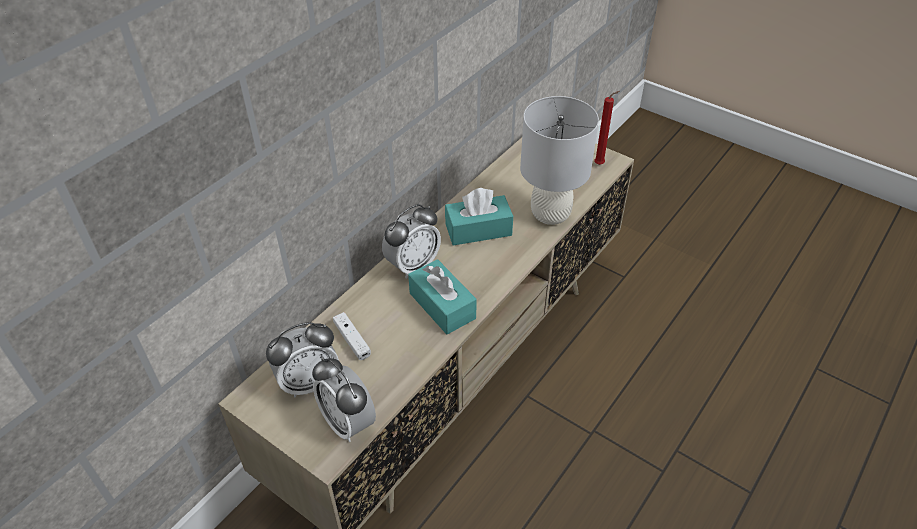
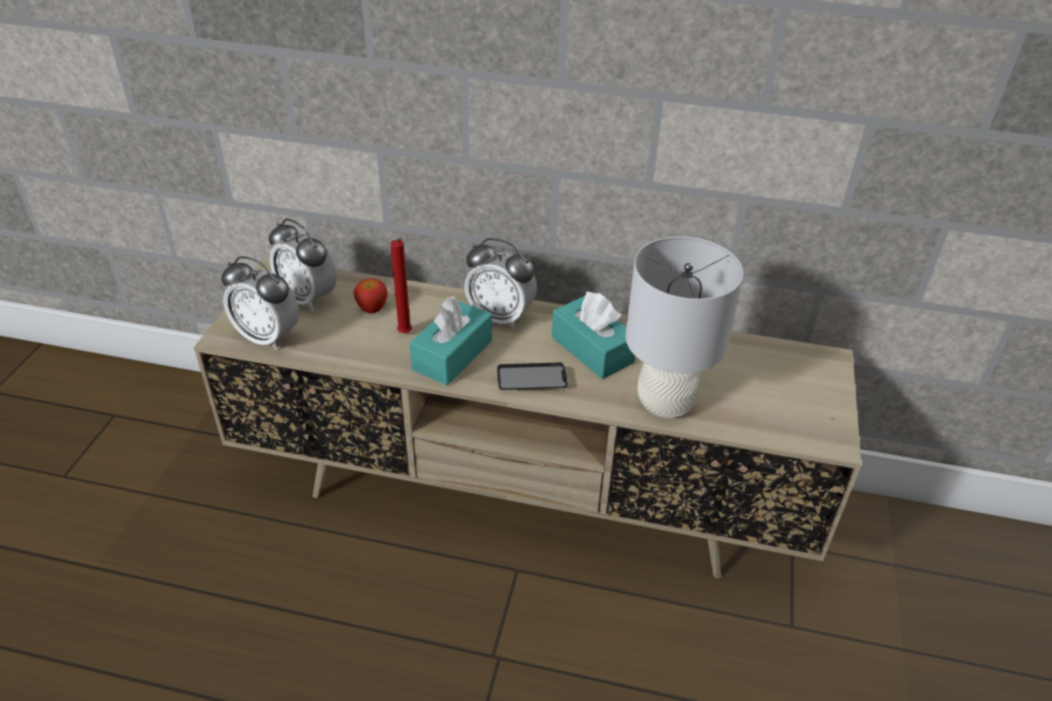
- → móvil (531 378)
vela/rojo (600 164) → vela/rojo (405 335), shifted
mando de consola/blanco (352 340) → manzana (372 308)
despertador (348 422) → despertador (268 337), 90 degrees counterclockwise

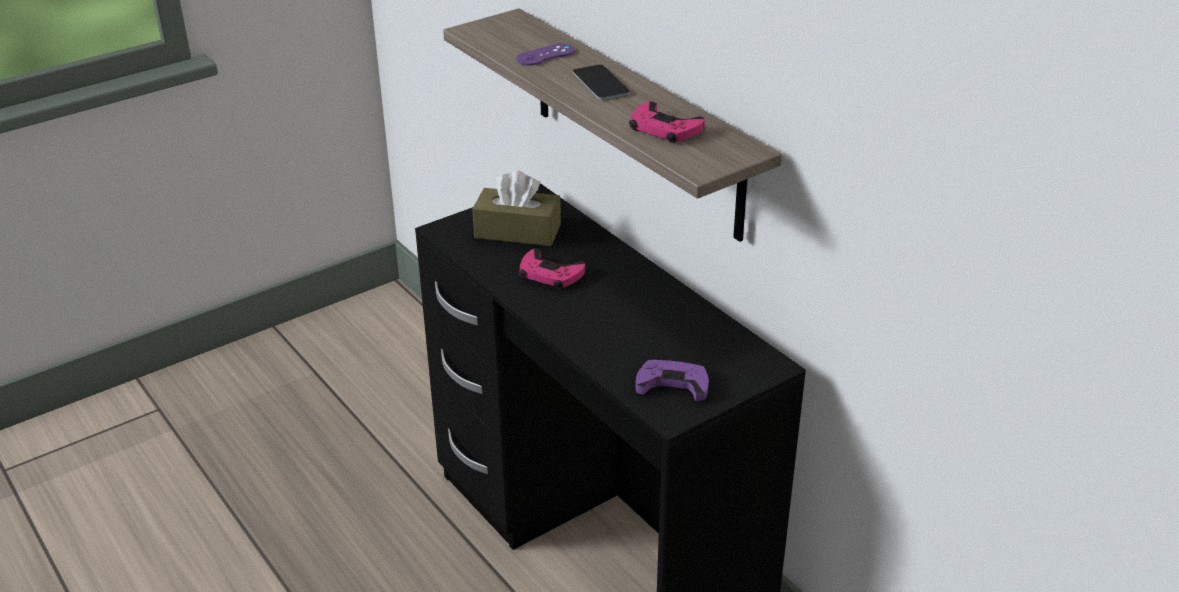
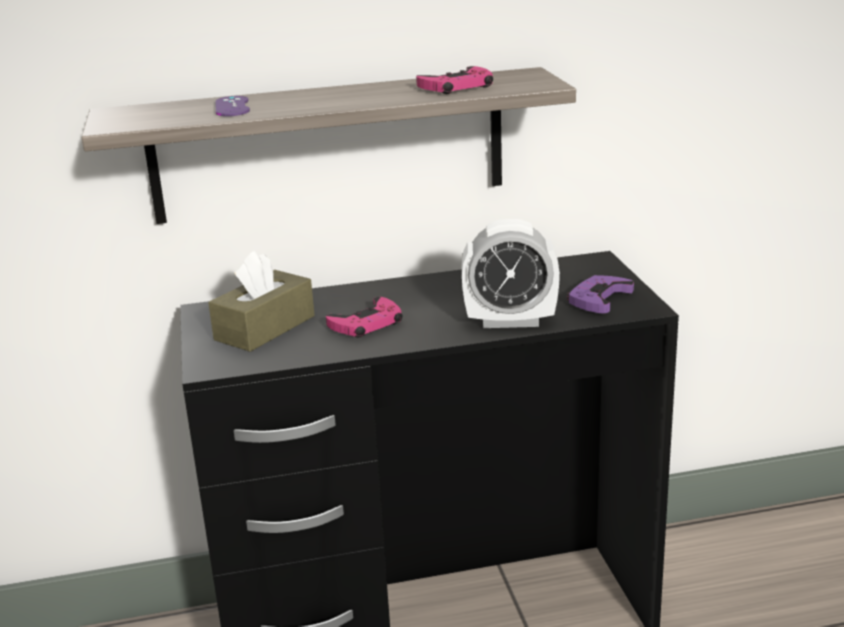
móvil (600 83) → -
- → despertador (510 321)

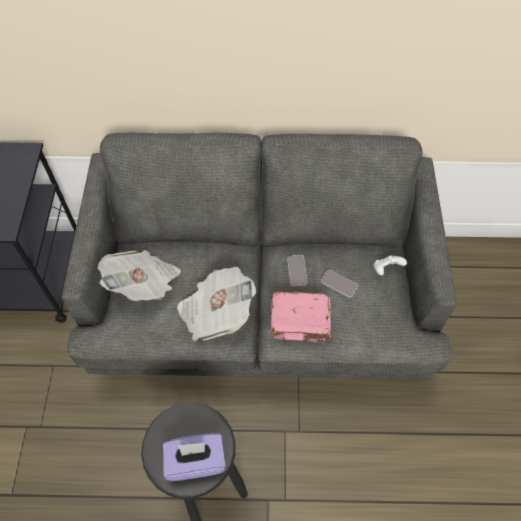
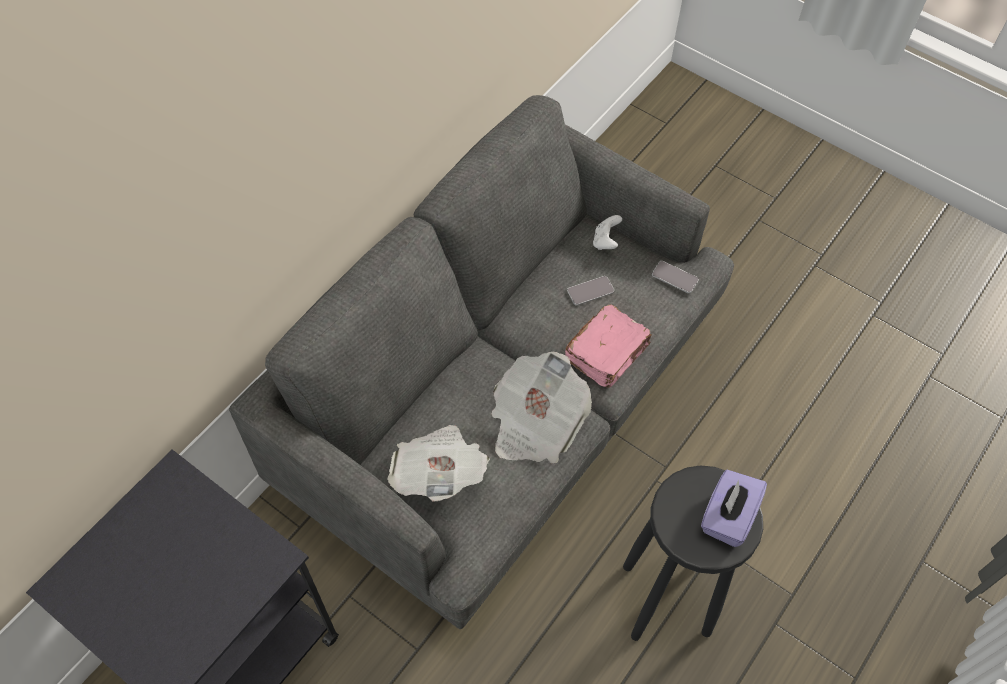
móvil (297 271) → móvil (674 277), shifted

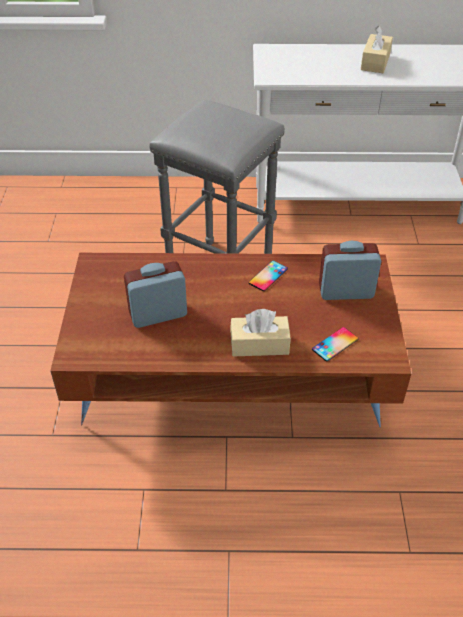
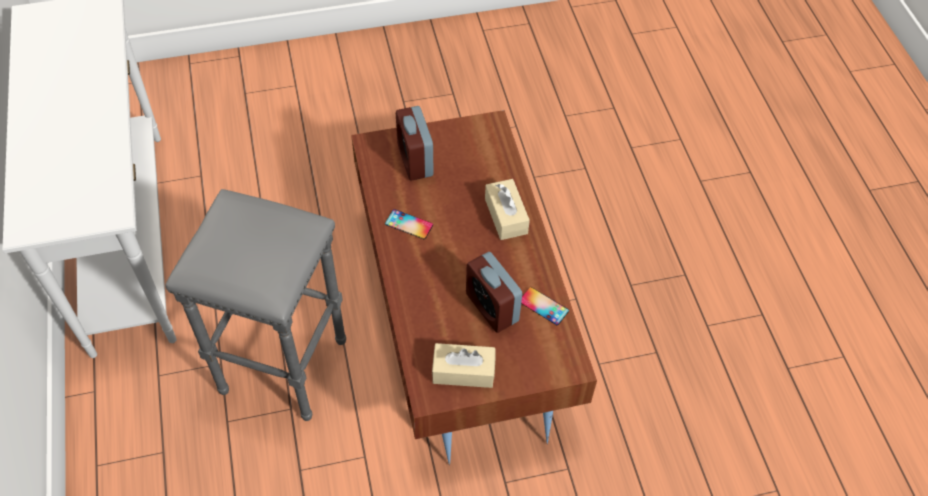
móvil (335 344) → móvil (543 306), shifted
caja de pañuelos/beis (375 62) → caja de pañuelos/beis (463 371), shifted

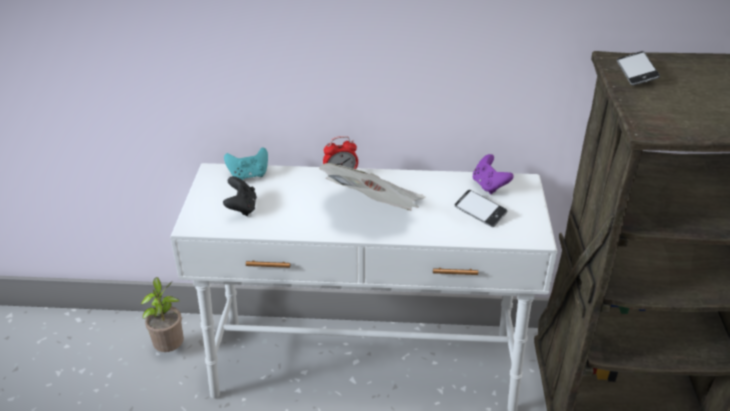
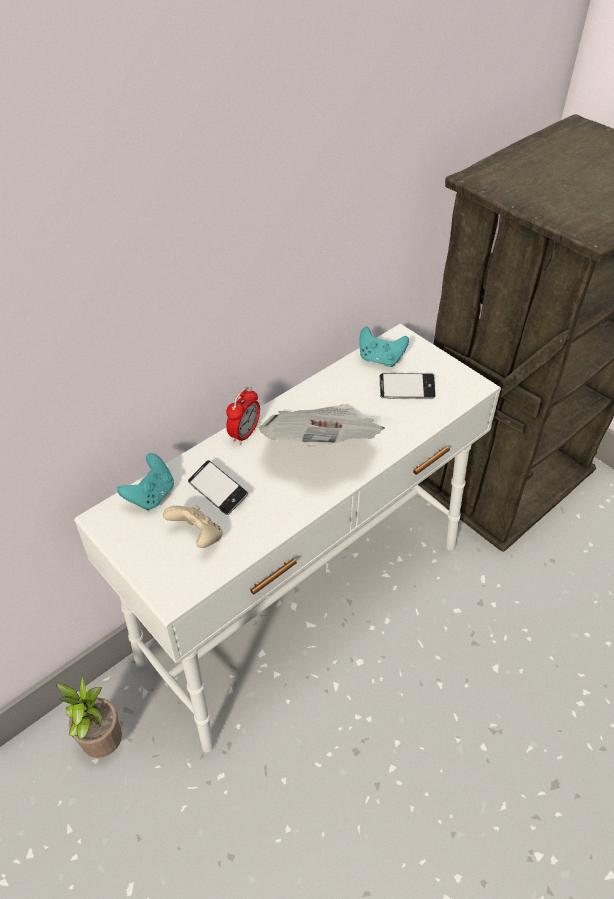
móvil (636 73) → móvil (218 491), shifted
mando de consola/negro (242 208) → mando de consola/beis (198 537)
mando de consola/morado (489 186) → mando de consola/turquesa (380 359)

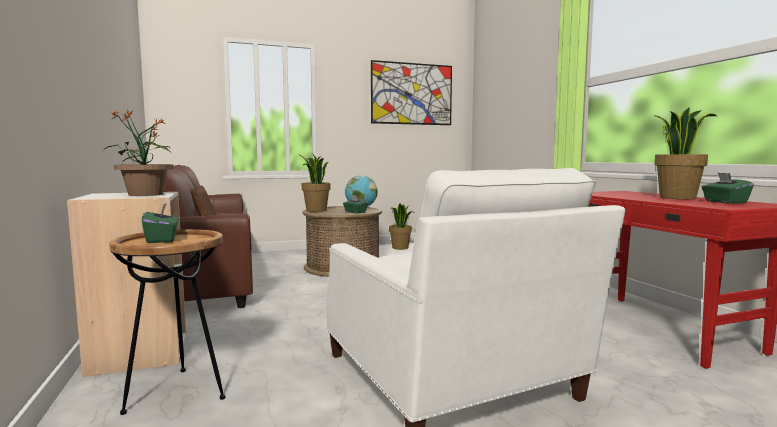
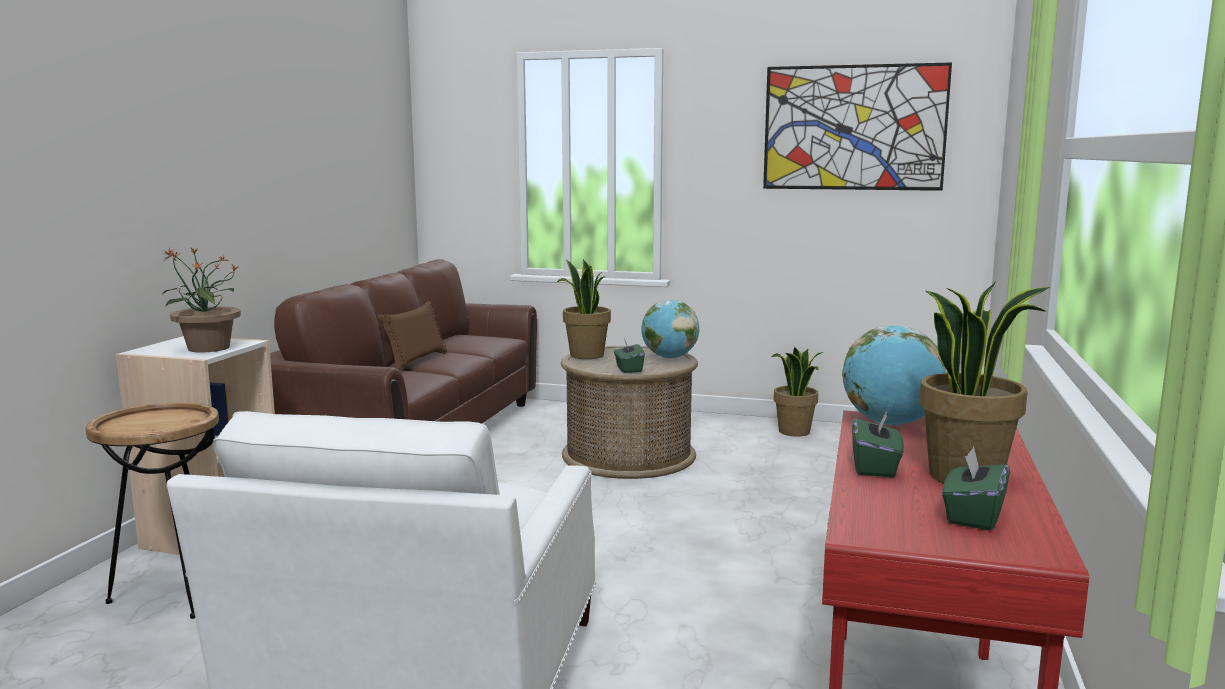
- → globo terráqueo (890 424)
caja de pañuelos/verde (162 240) → caja de pañuelos/verde (875 467), shifted

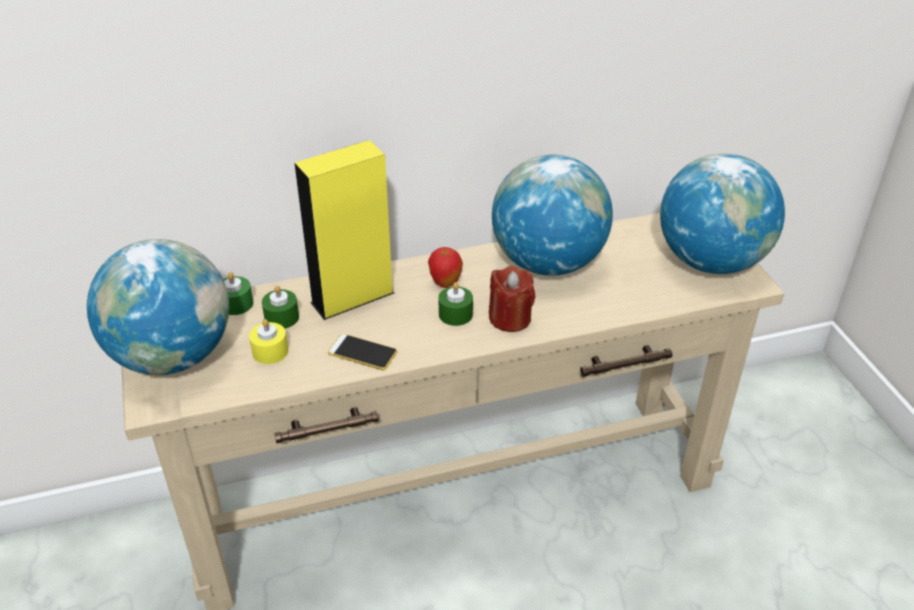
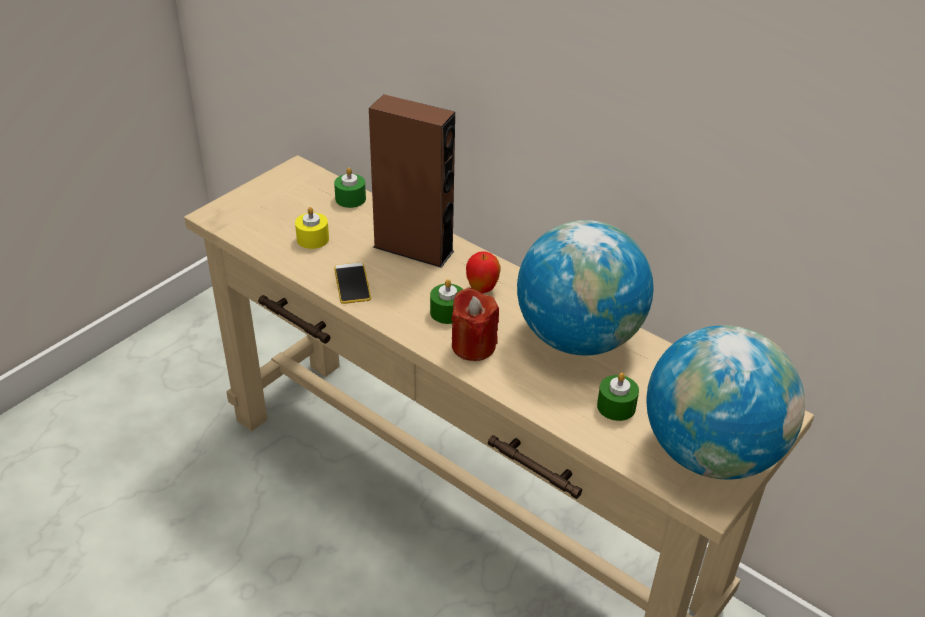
globo terráqueo (173 356) → -
vela/verde (281 317) → vela/verde (616 406), shifted
altavoz/amarillo (352 297) → altavoz/marrón (413 249)

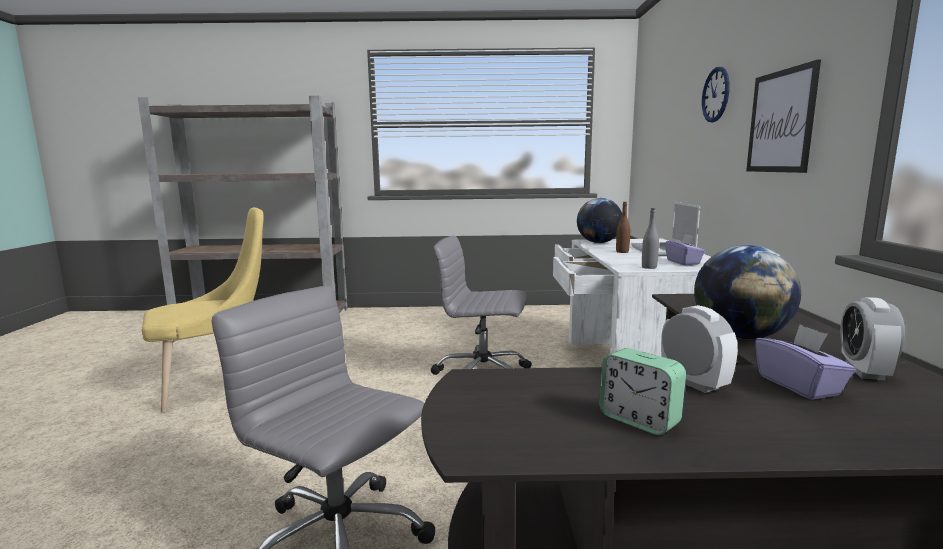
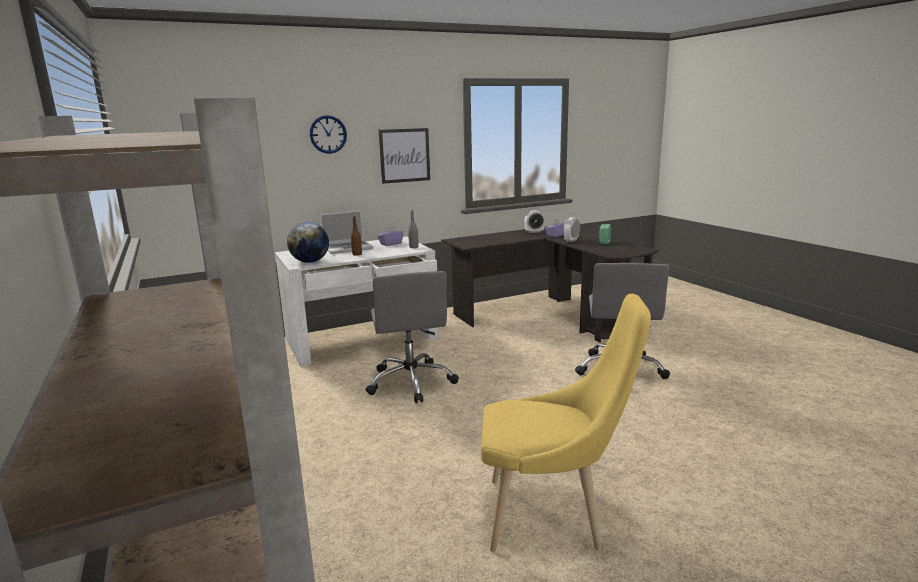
globo terráqueo (740 336) → -
silla/amarillo (216 385) → silla/amarillo (552 516), 150 degrees clockwise

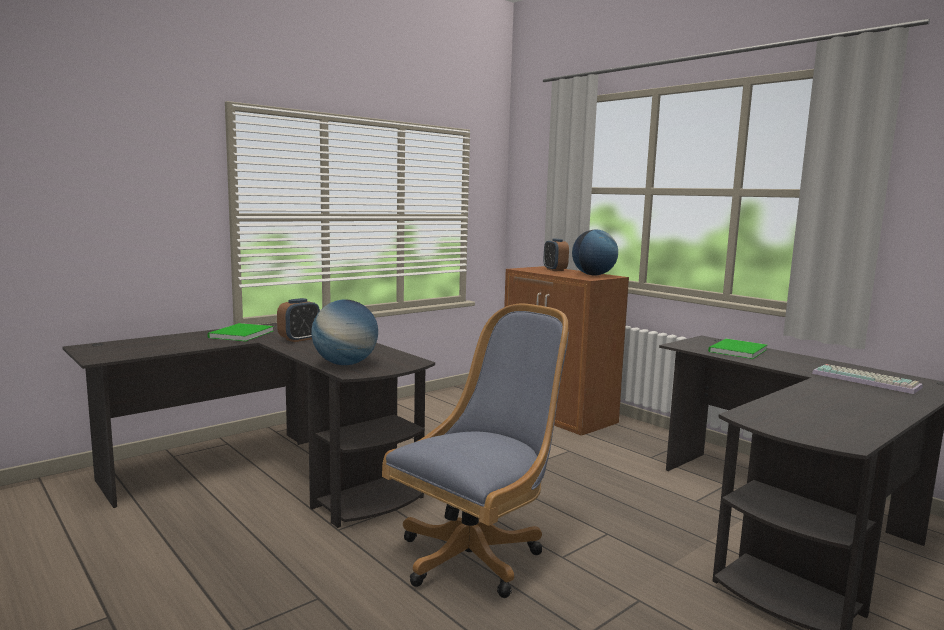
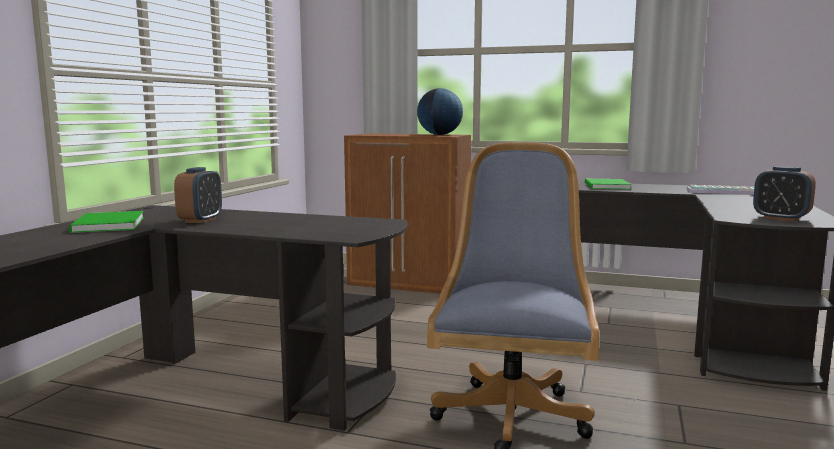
globo terráqueo (345 364) → -
despertador (555 270) → despertador (781 218), shifted

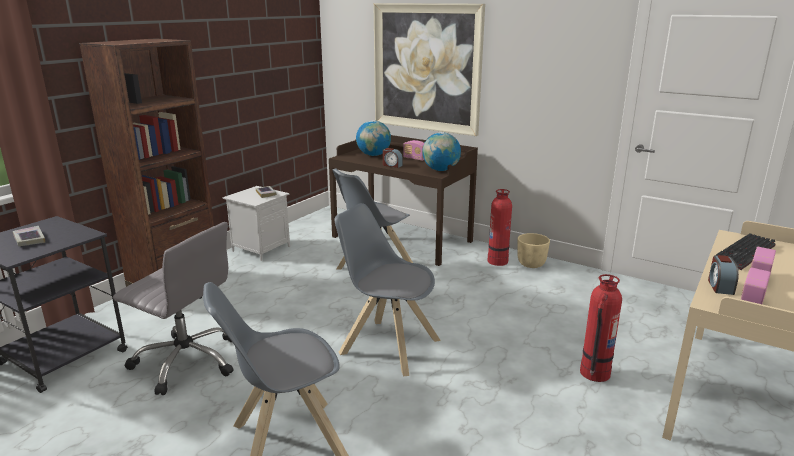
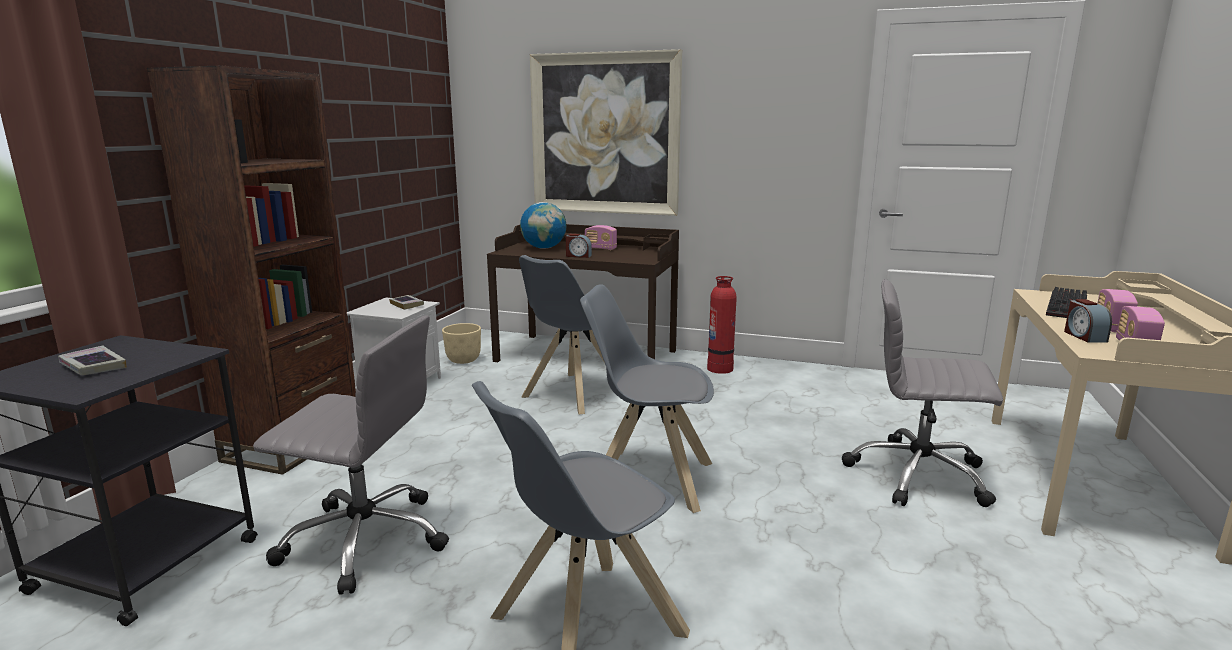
globo terráqueo (441 170) → -
maceta/beis (531 264) → maceta/beis (463 360), shifted
extintor (594 373) → silla de oficina/gris (917 475)

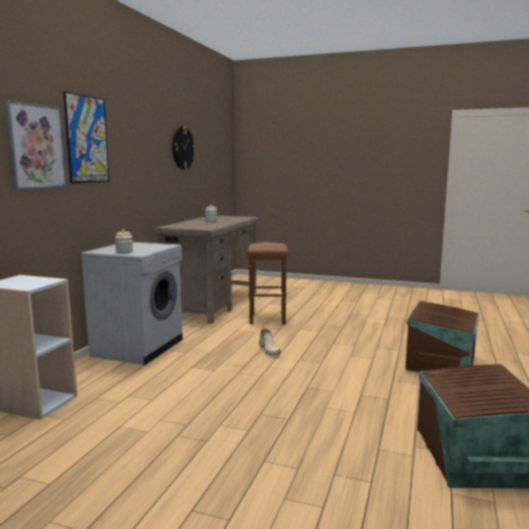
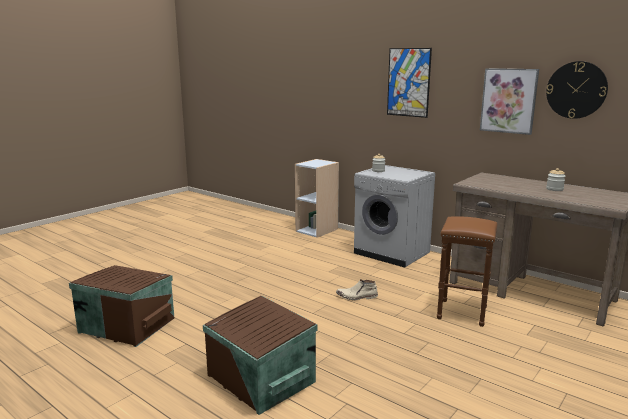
cuadro (35 147) → cuadro (508 100), shifted

